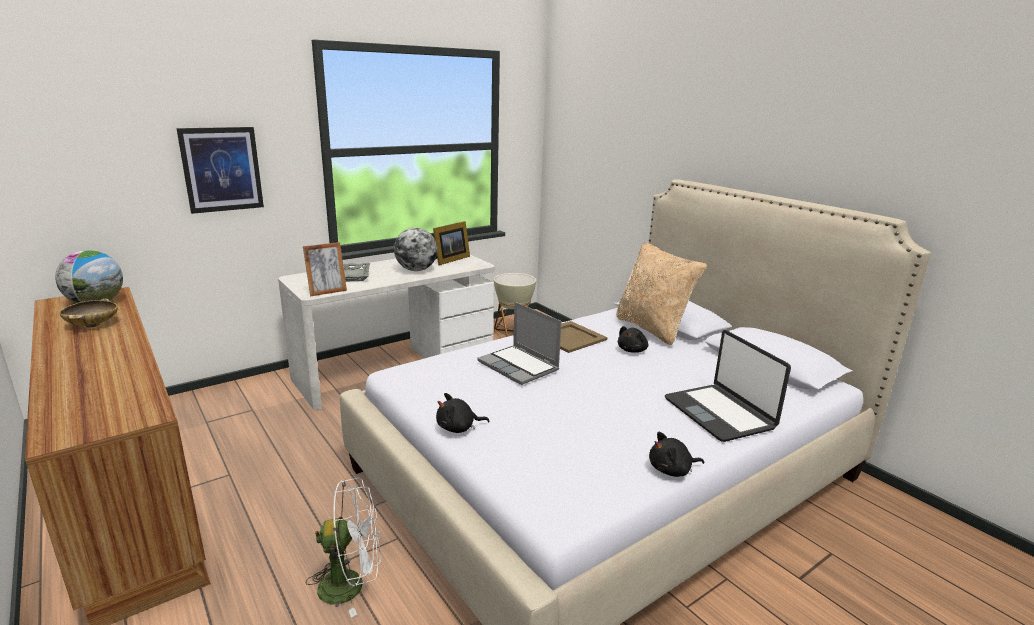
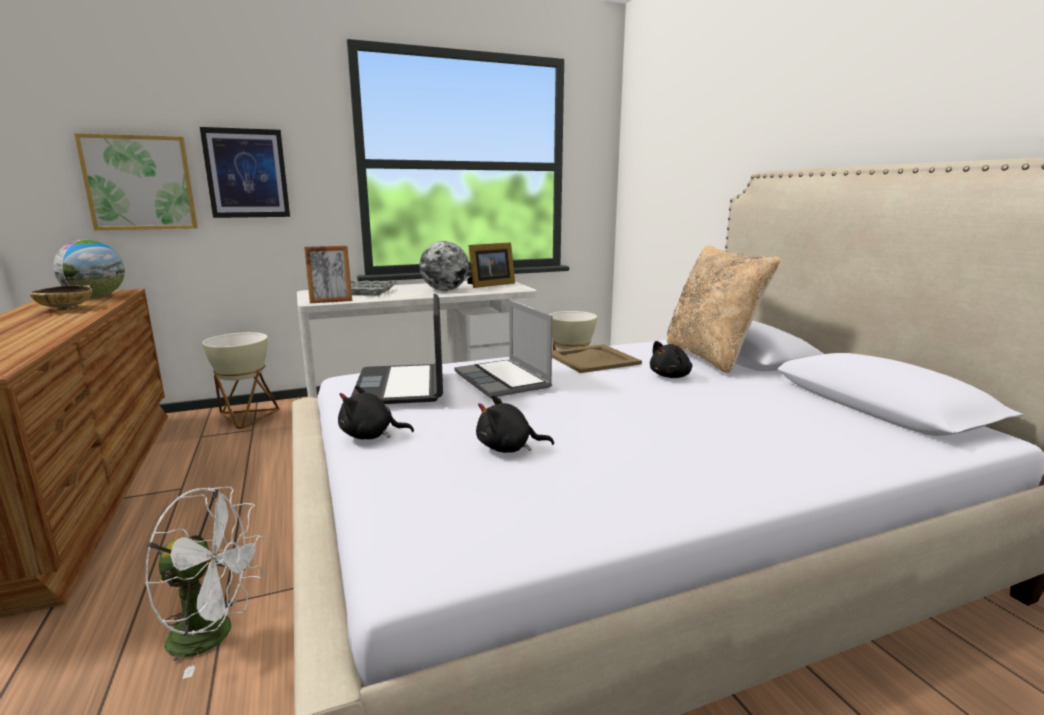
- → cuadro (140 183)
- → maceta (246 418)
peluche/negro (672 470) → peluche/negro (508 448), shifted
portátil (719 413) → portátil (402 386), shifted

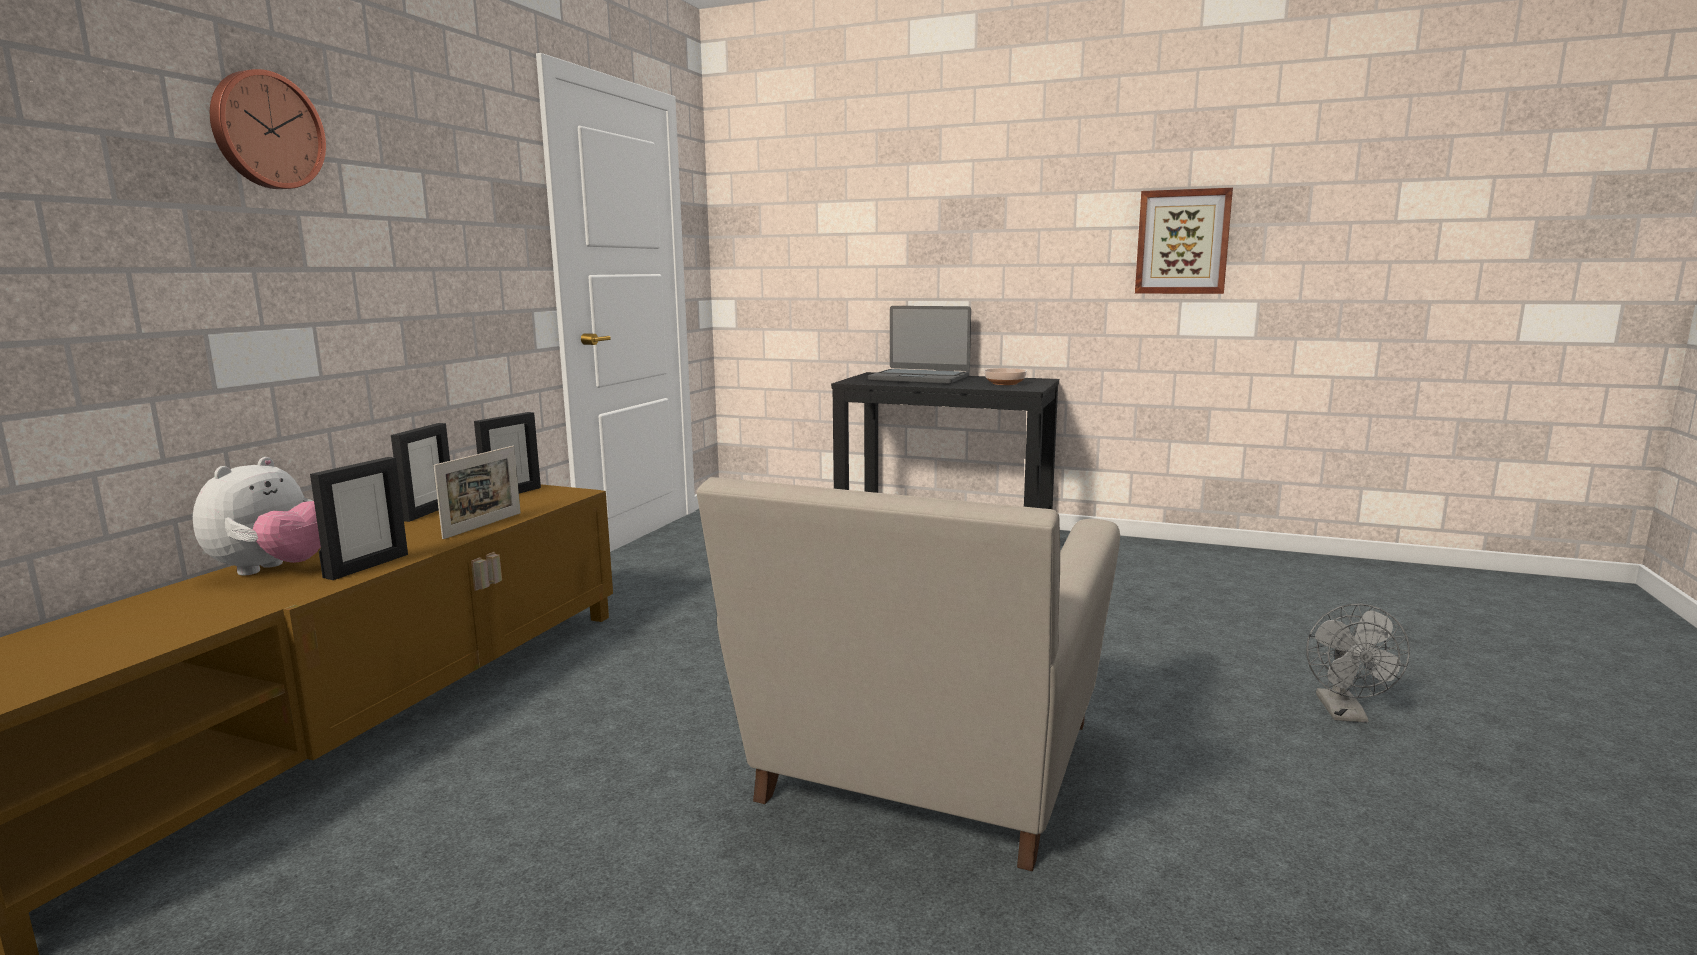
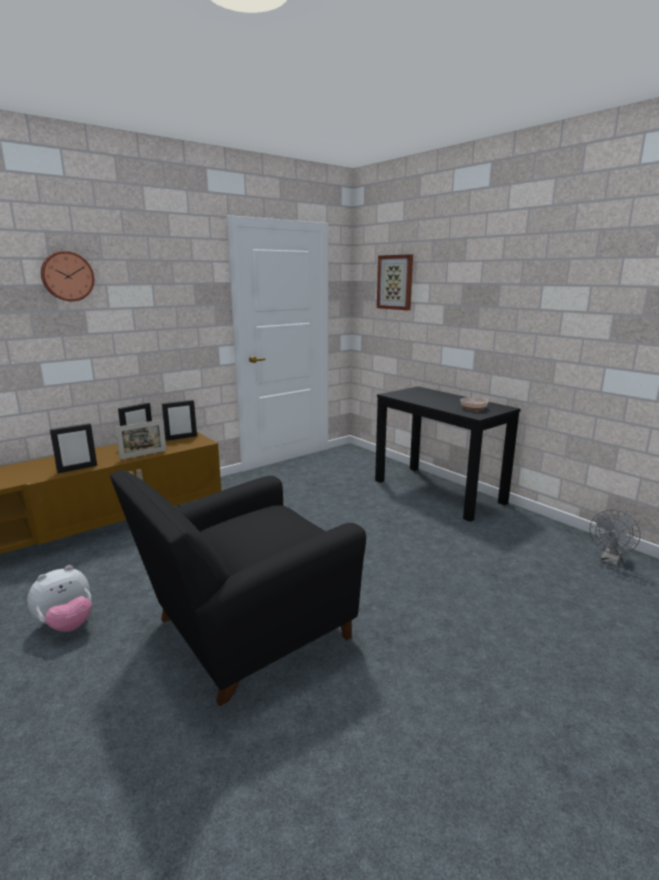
portátil (919 378) → -
peluche (272 570) → peluche (66 625), shifted
cuadro (1182 242) → cuadro (395 282), shifted
ventilador/gris (1345 714) → ventilador/gris (610 561), shifted
sillón/beis (923 770) → sillón/negro (243 632)

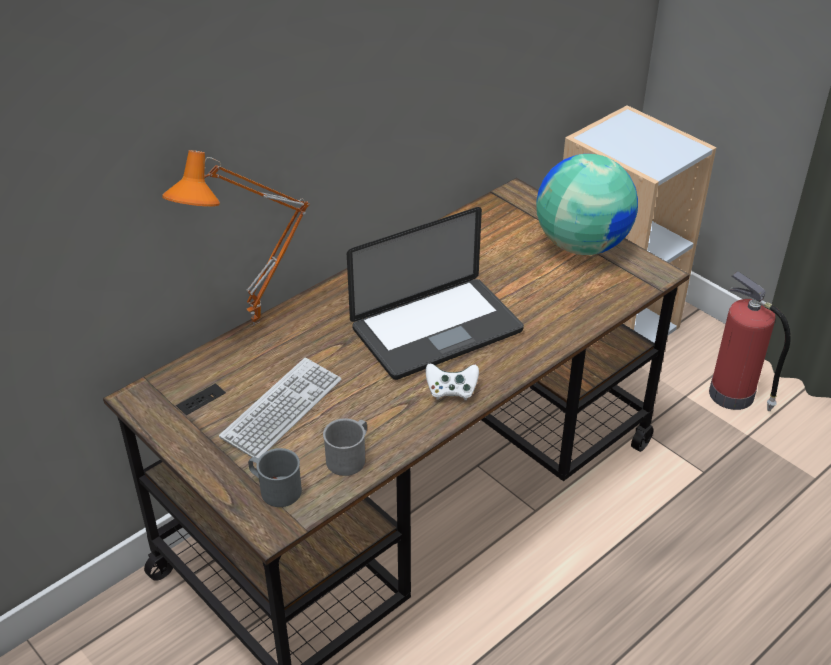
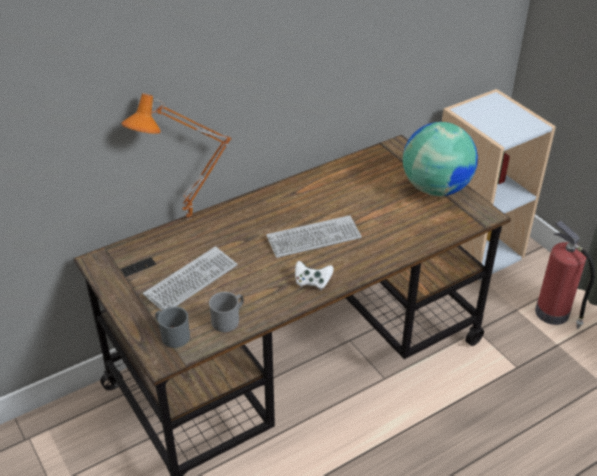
portátil (437 330) → teclado (314 238)

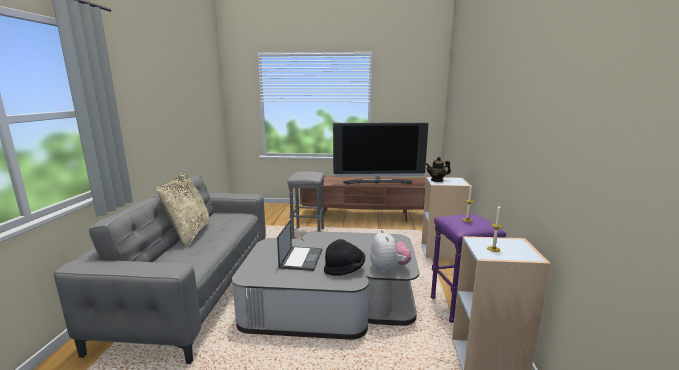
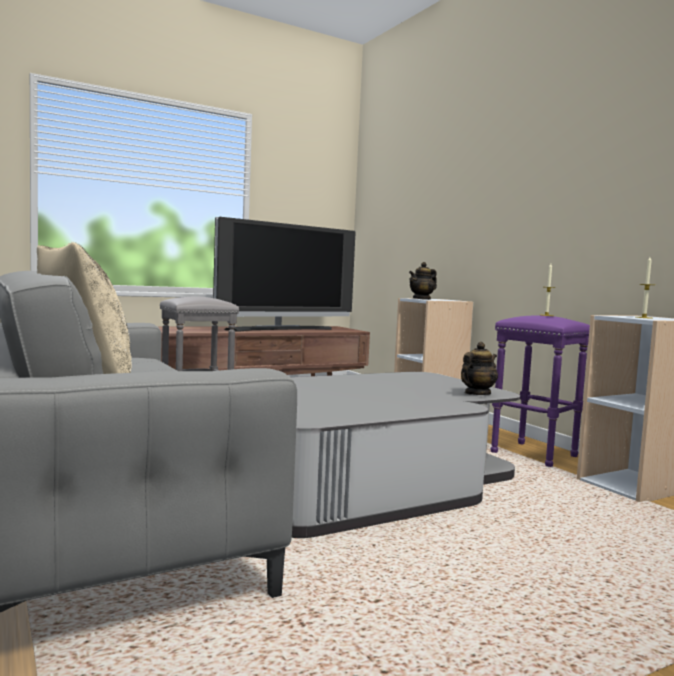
portátil (301 258) → -
sombrero/negro (344 269) → -
peluche (388 269) → tetera (477 394)

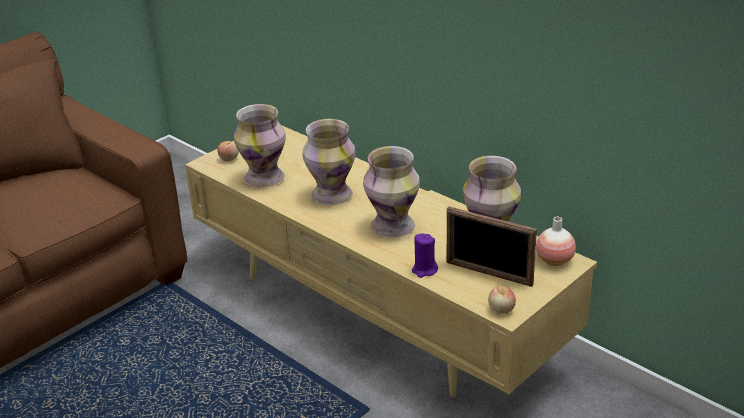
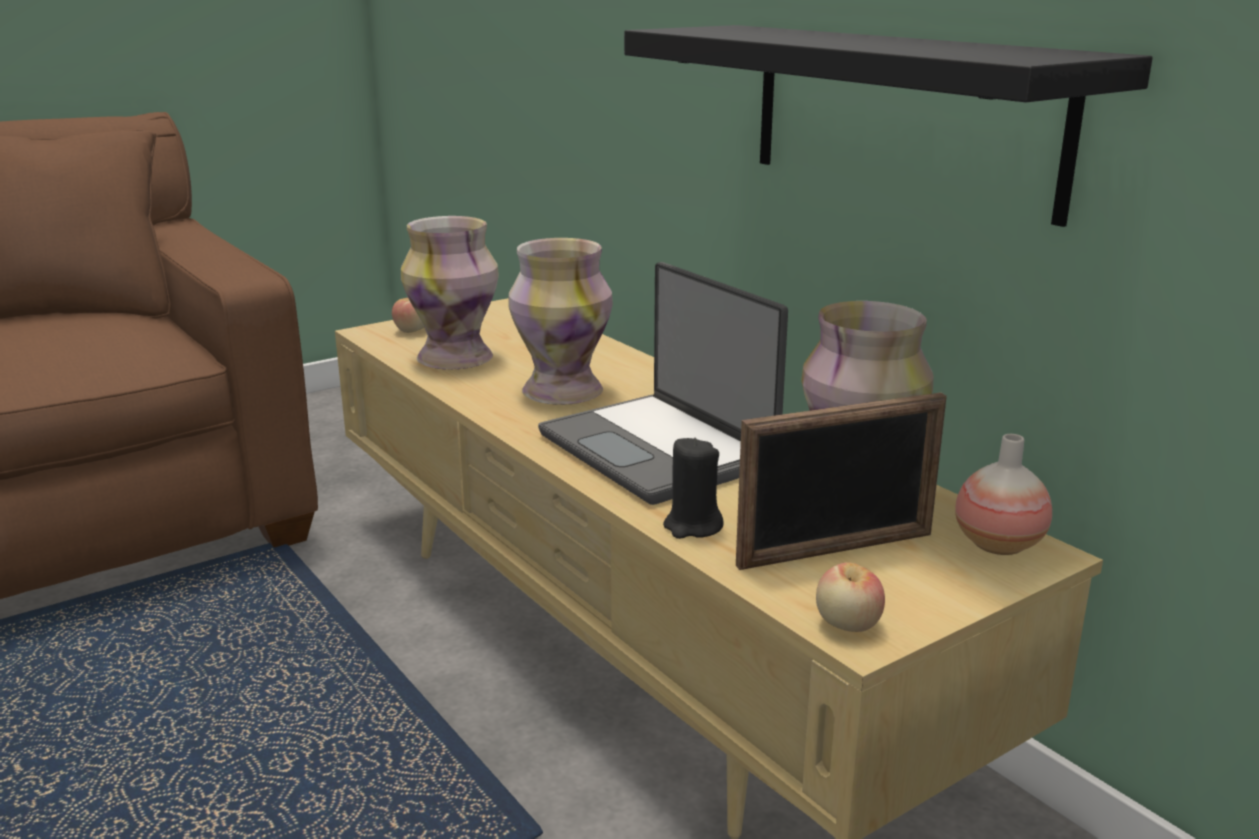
- → estante/negro (901 115)
florero (394 227) → portátil (659 449)
vela/morado (424 270) → vela/negro (692 526)
portarretratos (488 274) → portarretratos (836 550), 60 degrees counterclockwise

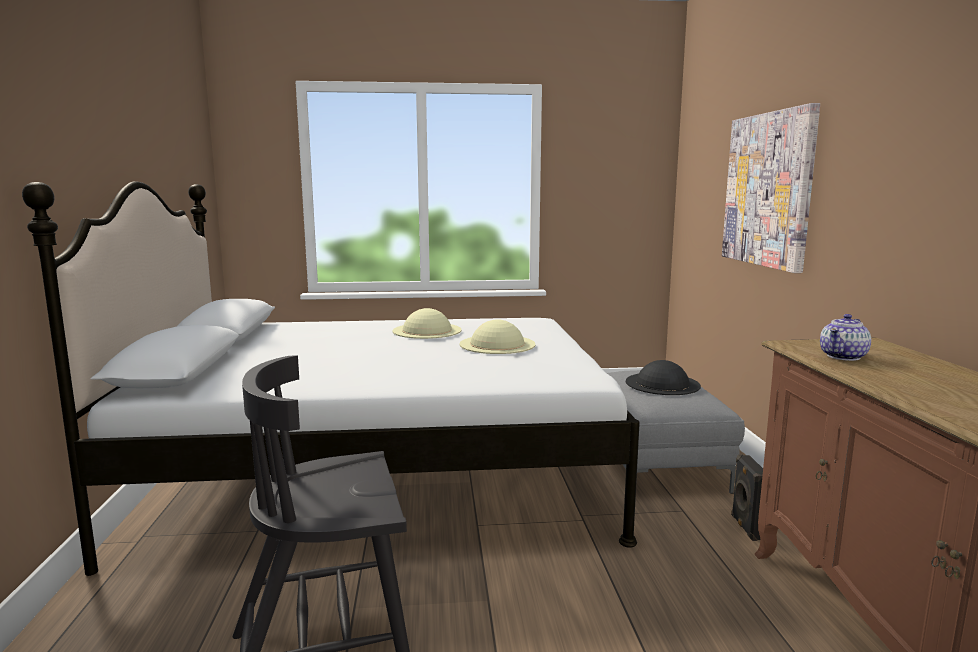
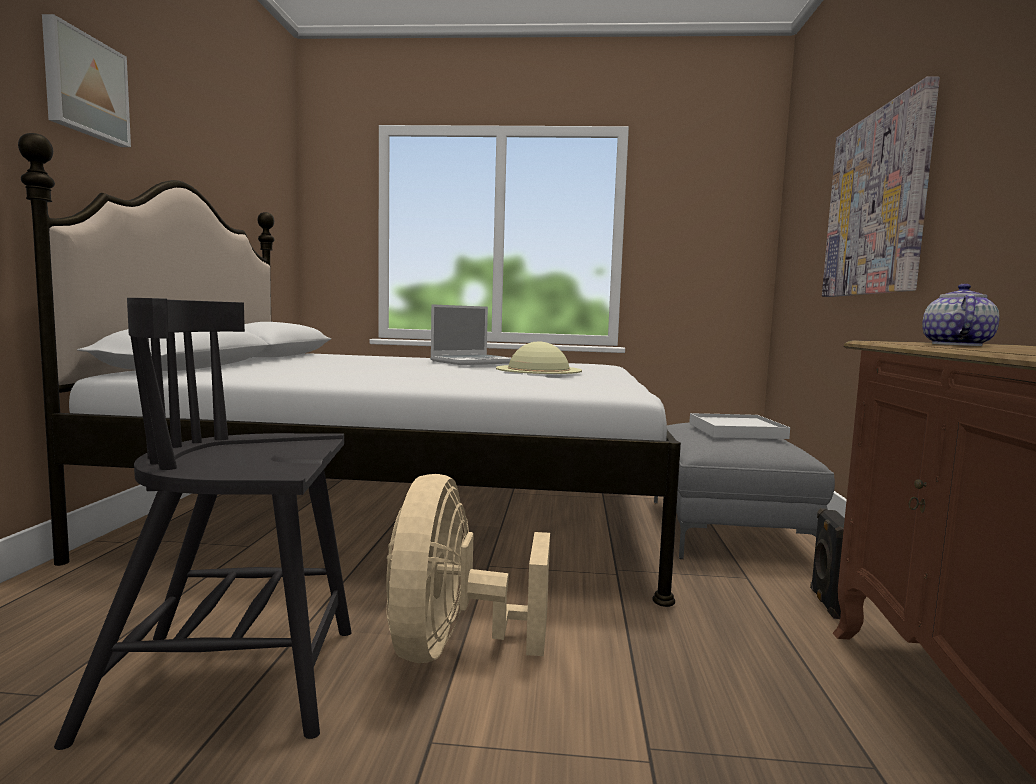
- → cuadro (84 86)
- → ventilador/beis (453 647)
sombrero/beis (427 330) → portátil (473 362)
sombrero/negro (662 383) → bandeja/blanco (736 431)
tetera (843 356) → tetera (956 344), 150 degrees clockwise

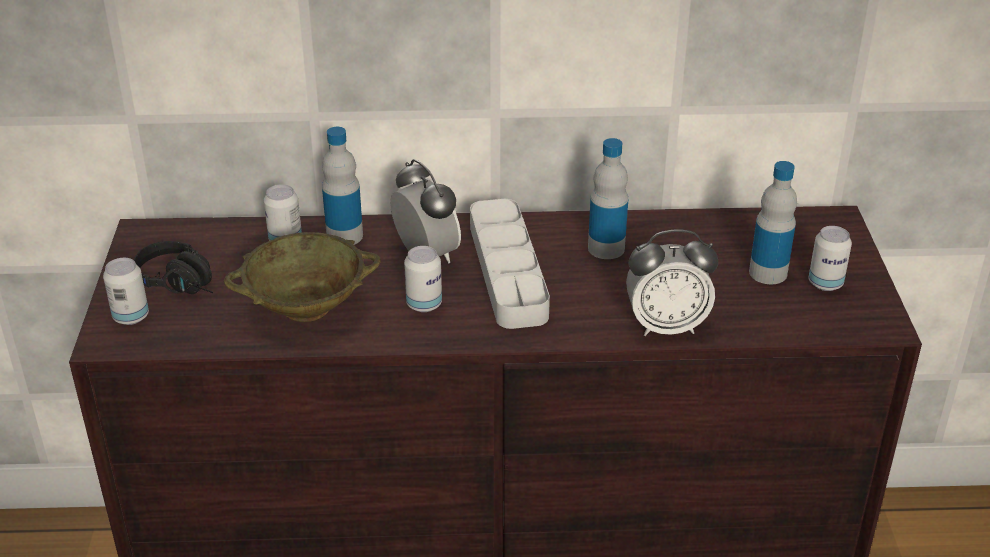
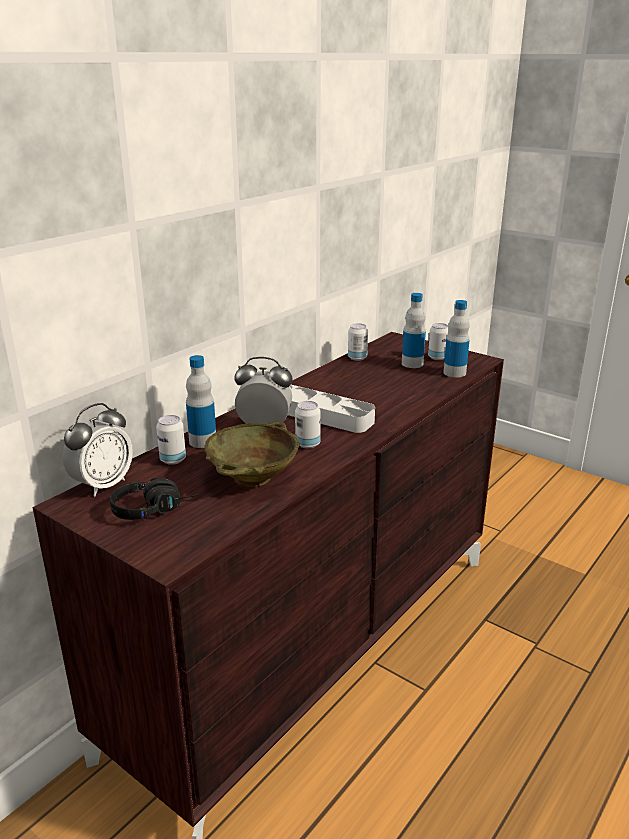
lata (131 317) → lata (357 358), shifted
botella (606 248) → botella (454 373), shifted
despertador (666 326) → despertador (102 485), shifted

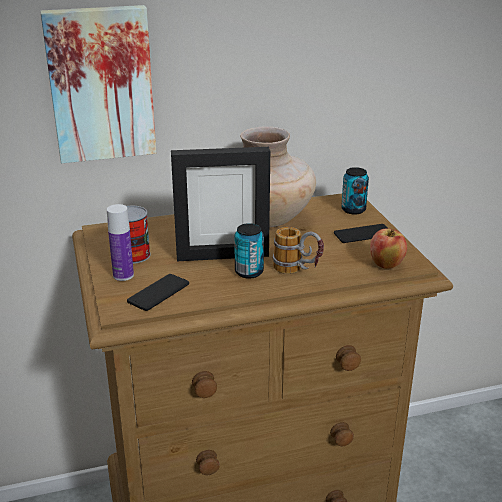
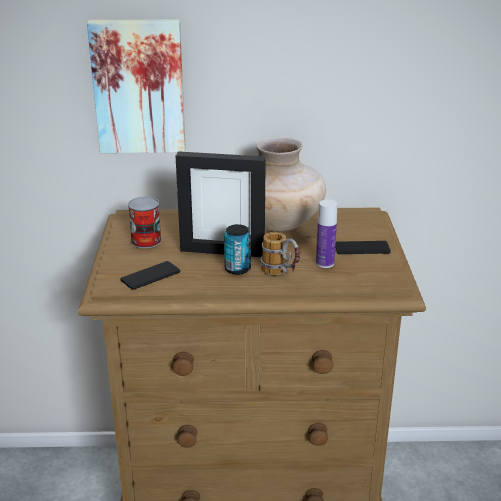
lata (353 210) → -
manzana (386 265) → -
botella (123 275) → botella (325 263), shifted

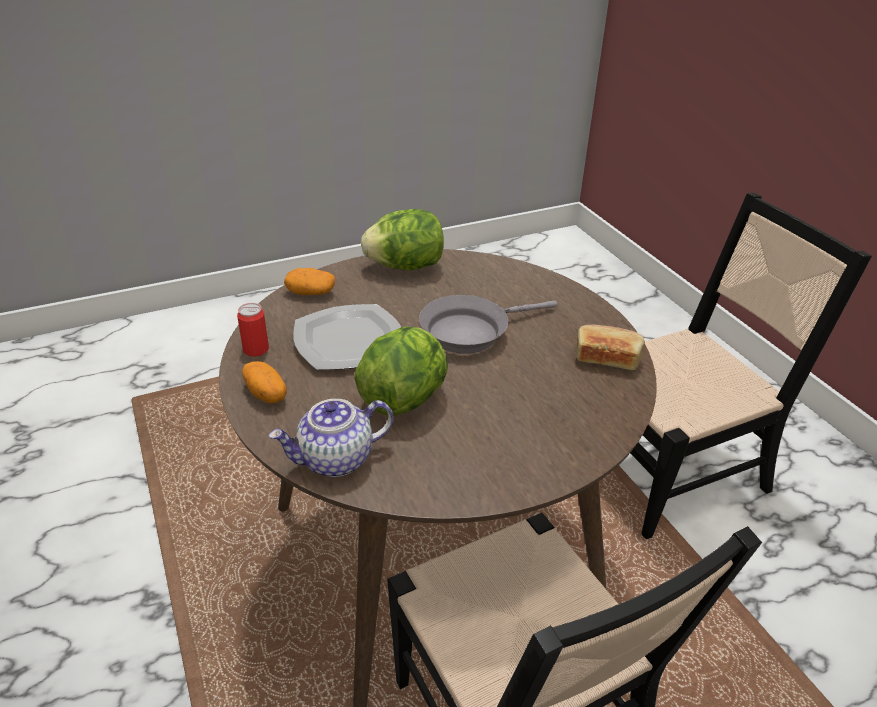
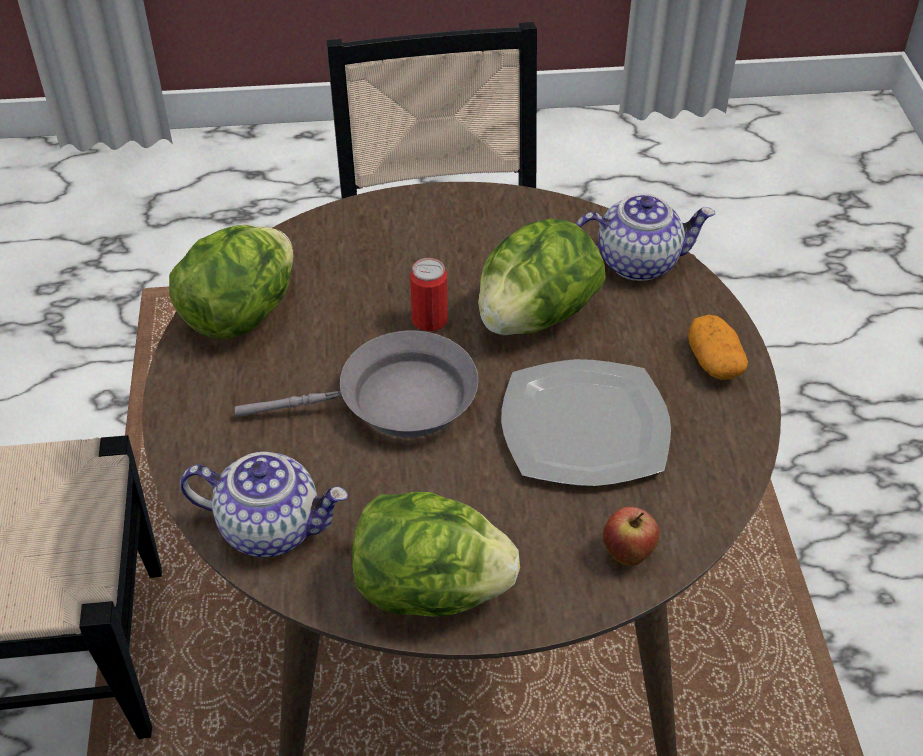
- → tetera (271 526)
lata (256 349) → lata (429 320), shifted
patata (310 293) → manzana (628 554)
pan (606 358) → lechuga (240 314)

